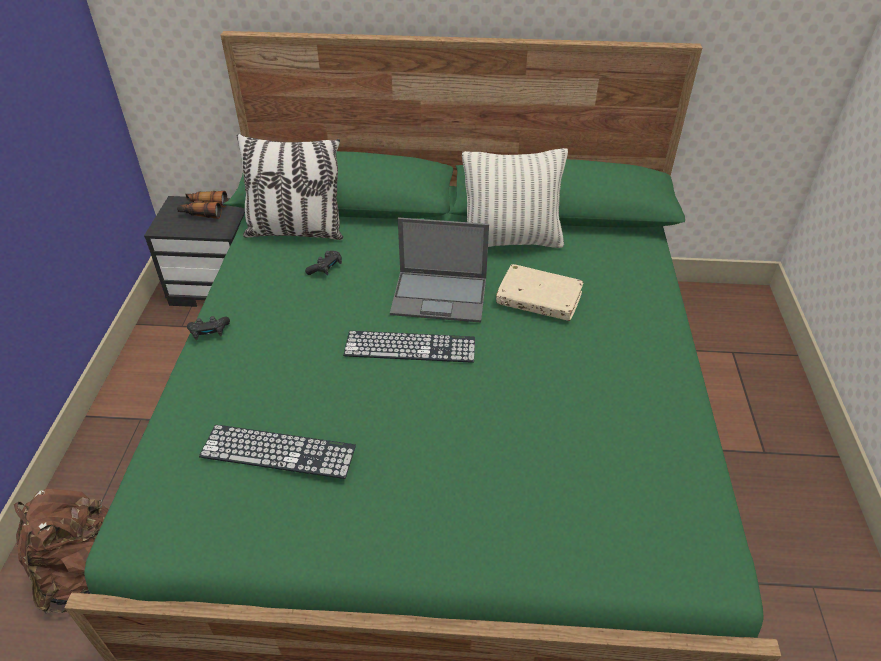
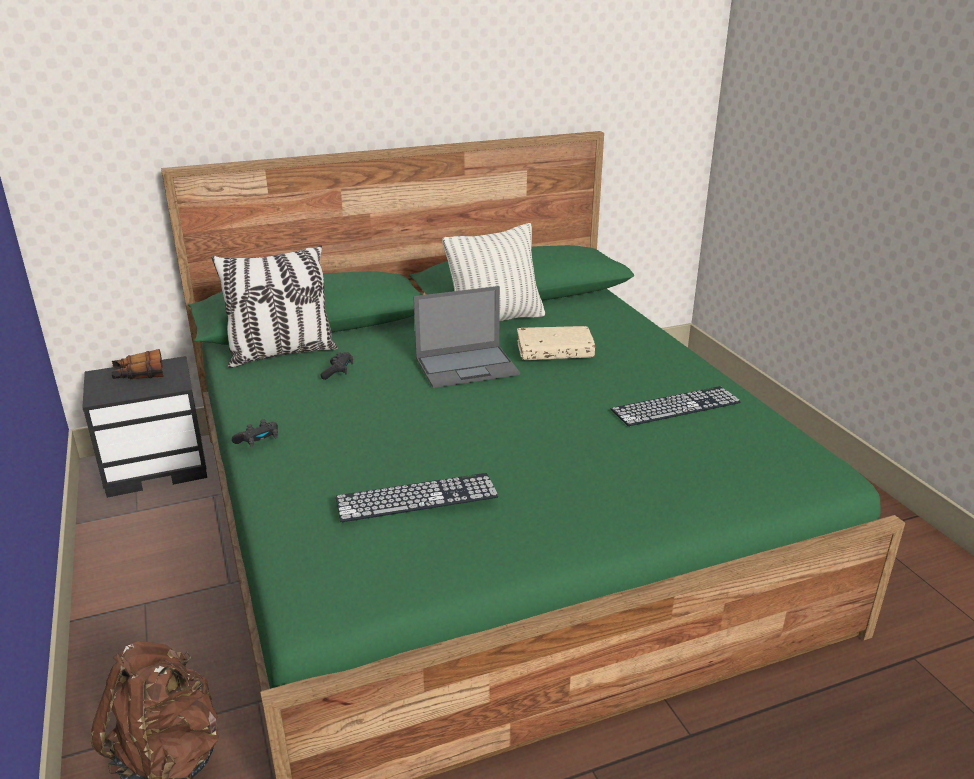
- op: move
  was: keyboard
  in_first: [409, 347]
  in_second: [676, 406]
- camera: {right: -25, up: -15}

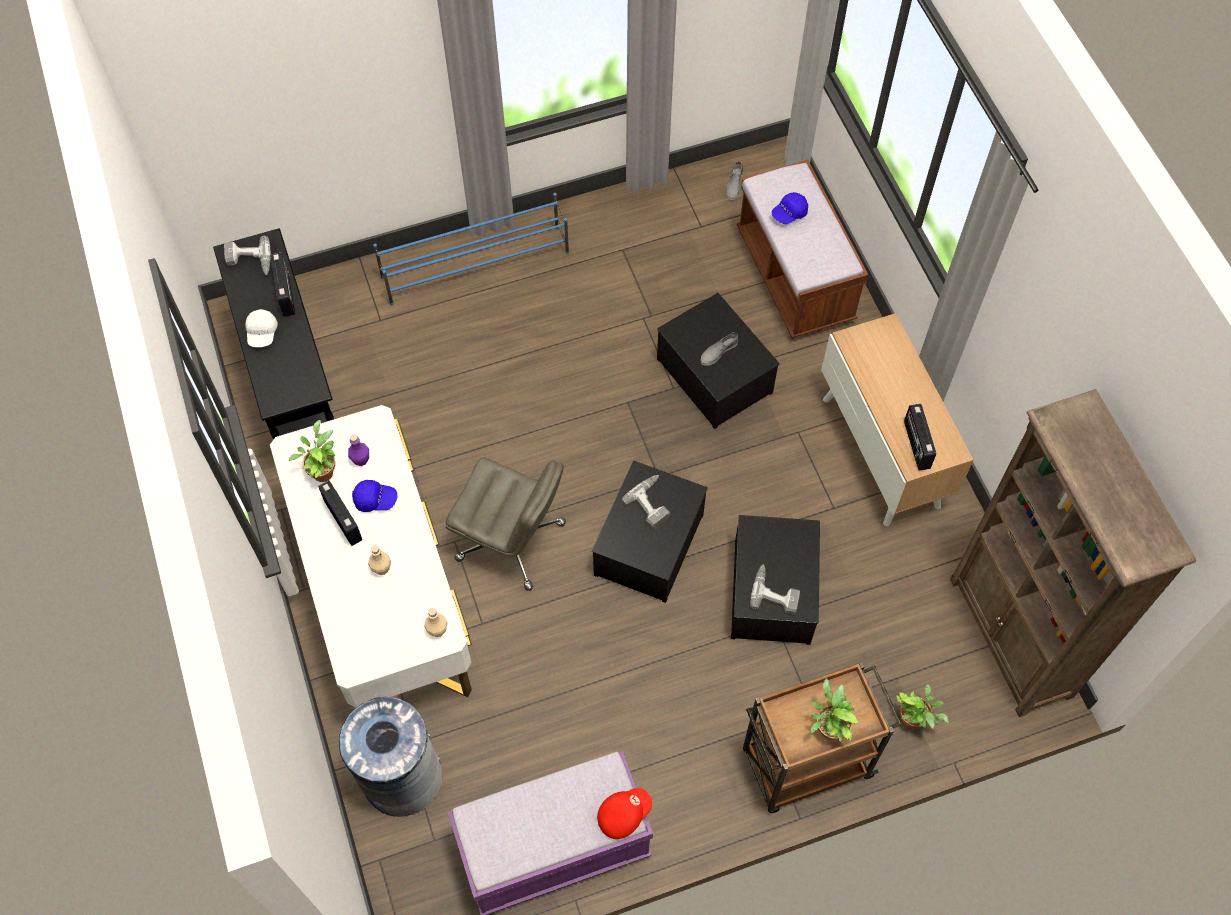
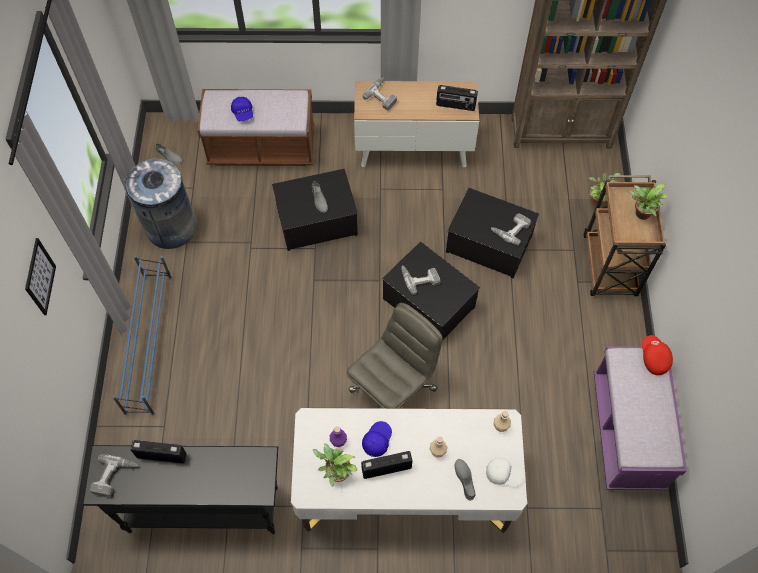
- op: move
  was: white_cap
  in_first: [261, 328]
  in_second: [504, 472]
- op: move
  was: grey_trash_can
  in_first: [390, 756]
  in_second: [160, 204]
- op: insert
  now: picture
  in_second: [40, 276]
- op: insert
  now: power_drill
  in_second: [380, 94]
- op: insert
  now: grey_shoe
  in_second: [465, 480]
- camera: {right: -70, up: 0}

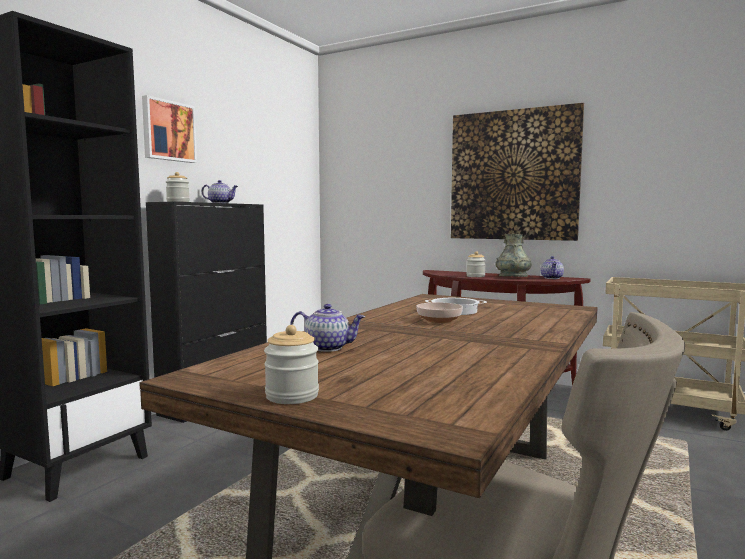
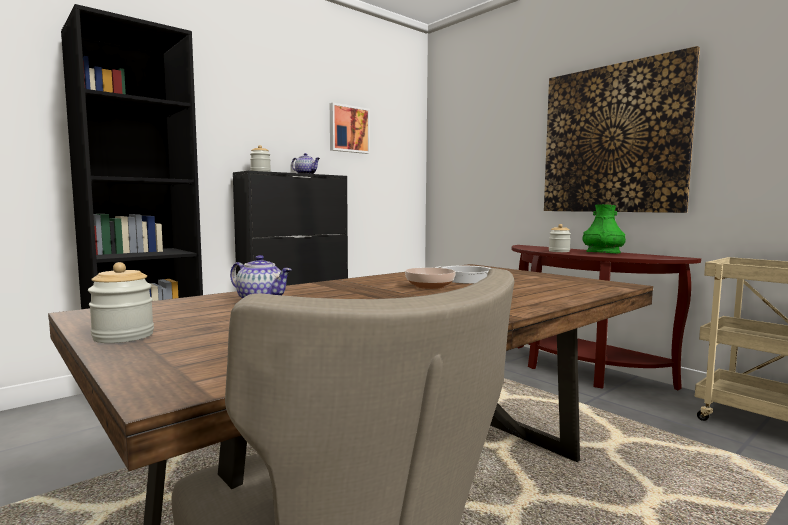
- op: move
  was: picture
  in_first: [169, 129]
  in_second: [350, 128]
- op: recolor
  was: grey_vase
  now: green_vase
  in_first: [513, 255]
  in_second: [604, 228]
- op: delete
  was: teapot
  in_first: [552, 267]
- camera: {right: 20, up: 0}

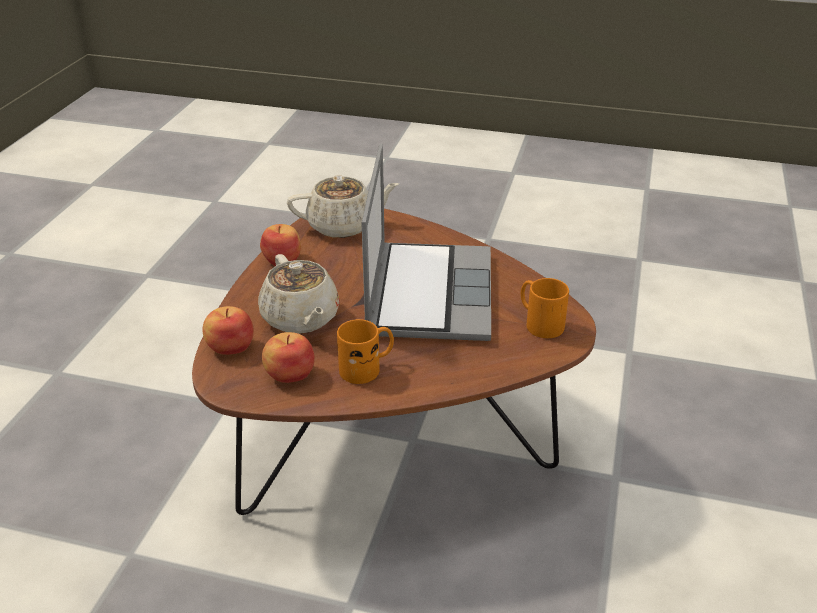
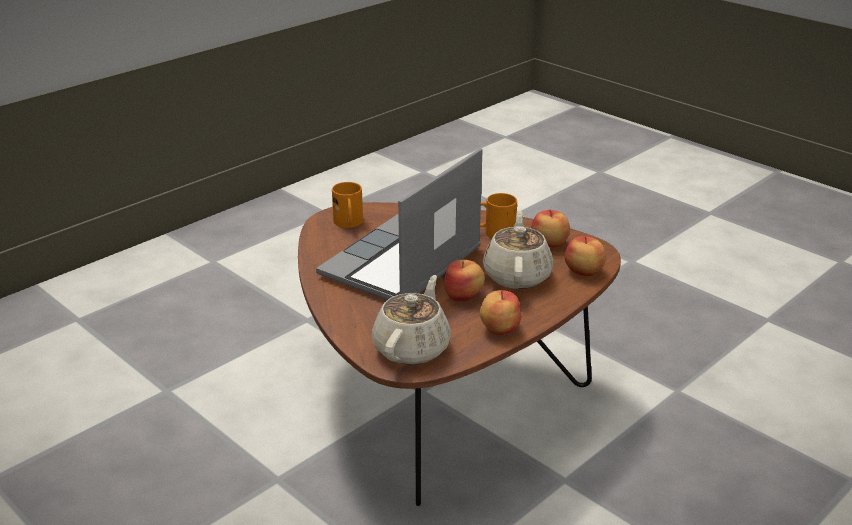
- op: rotate
  was: beige_teapot
  in_first: [343, 206]
  in_second: [411, 320]
  clockwise: 90
- op: insert
  now: apple
  in_second: [464, 281]
- camera: {right: -150, up: -5}

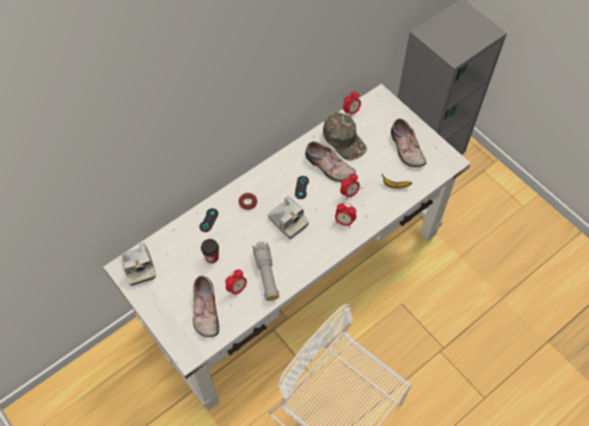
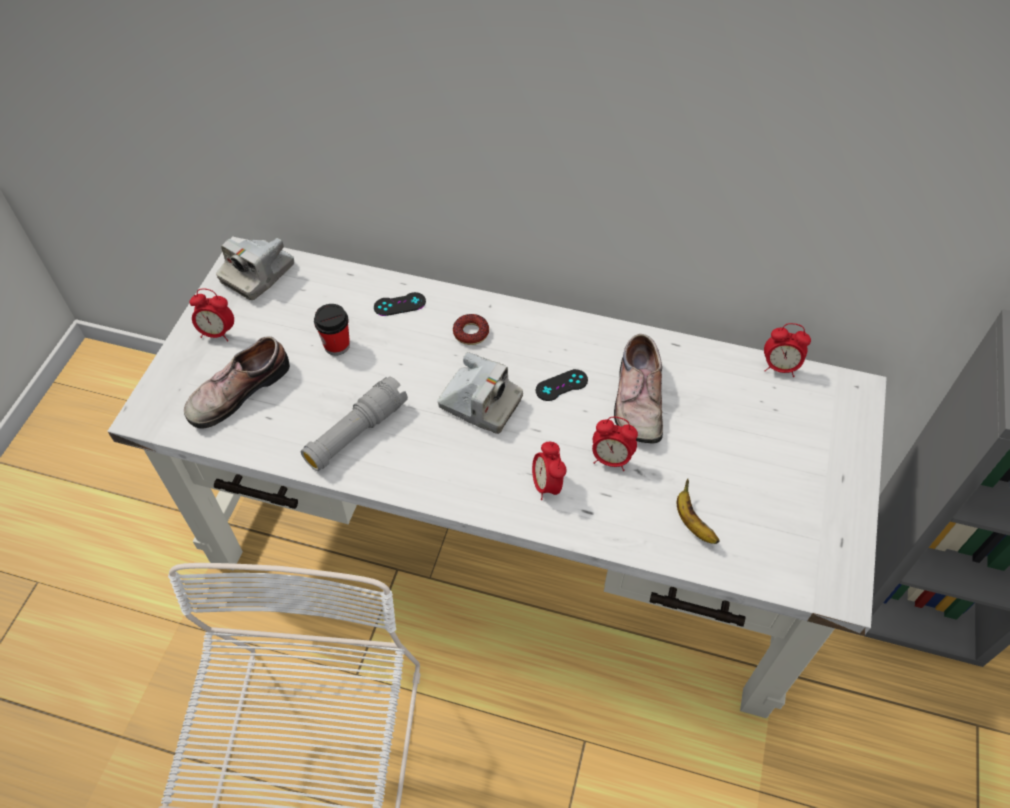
- op: move
  was: alarm_clock
  in_first: [236, 283]
  in_second: [212, 315]
- op: rotate
  was: photo_camera
  in_first: [288, 217]
  in_second: [480, 393]
  clockwise: -75
- op: delete
  was: green_cap
  in_first: [345, 136]
- op: delete
  was: shoe
  in_first: [408, 142]
- camera: {right: 55, up: -5}

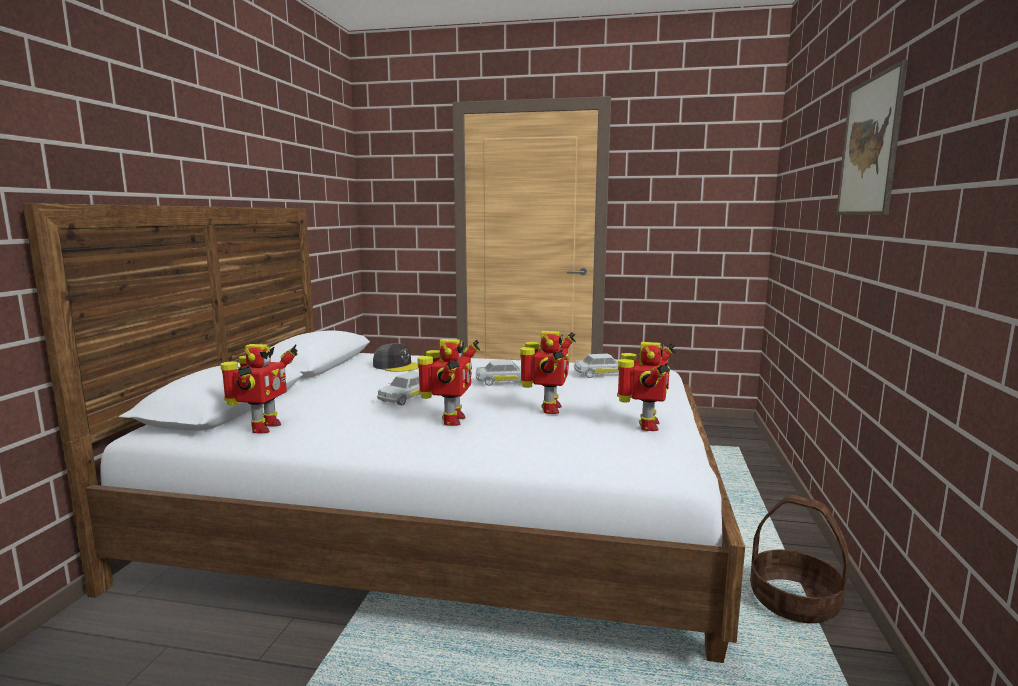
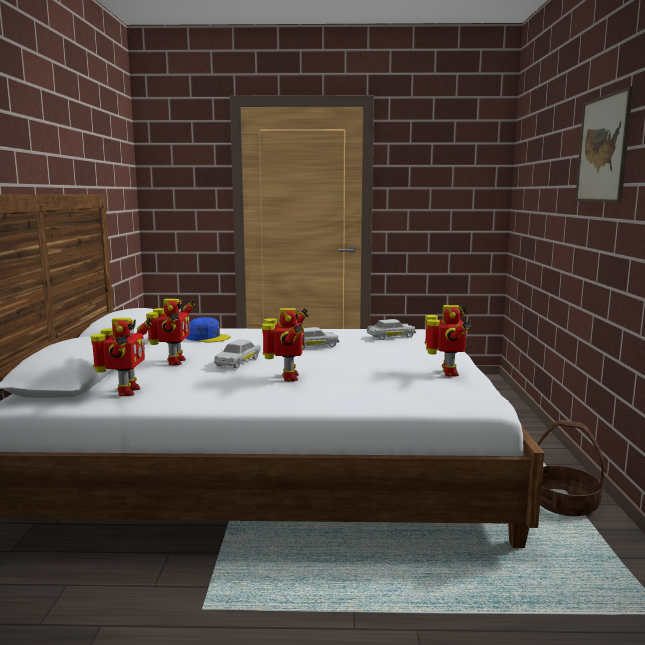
- op: recolor
  was: grey_cap
  now: blue_cap
  in_first: [395, 357]
  in_second: [208, 330]
- op: move
  was: toy_robot
  in_first: [548, 372]
  in_second: [171, 332]
- camera: {right: -10, up: 0}

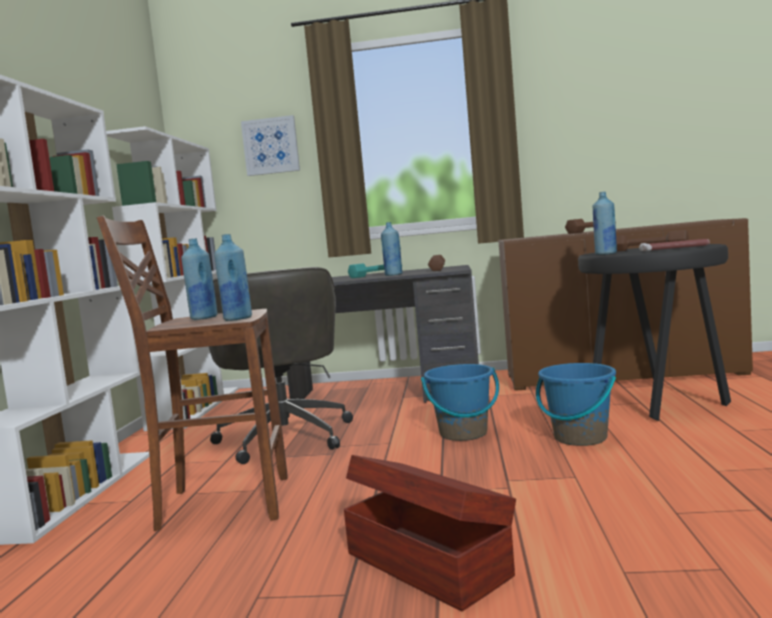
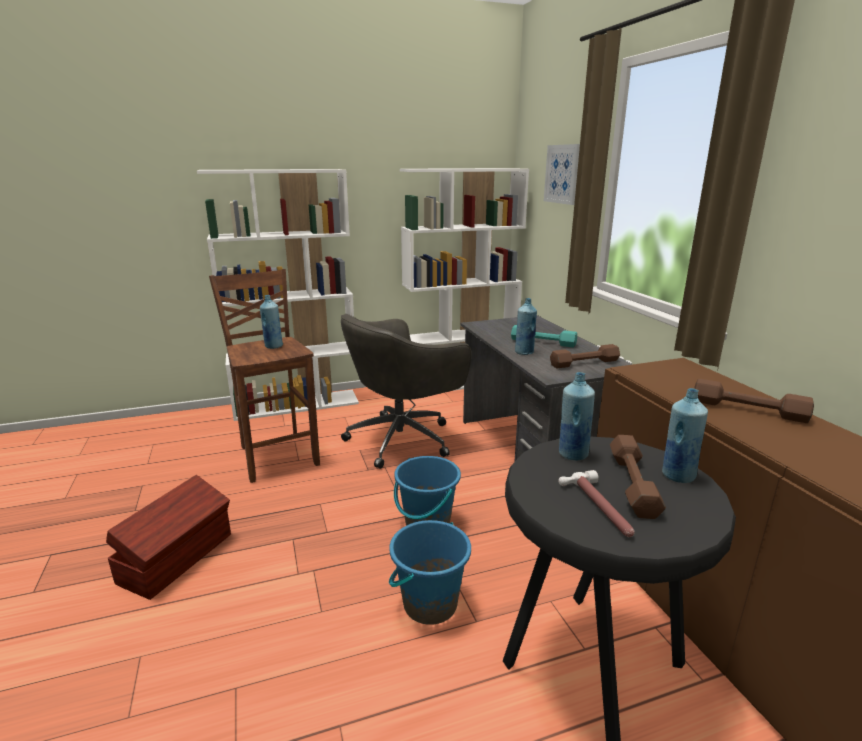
- op: move
  was: blue_bottle
  in_first: [233, 277]
  in_second: [685, 435]
- camera: {right: 65, up: 15}

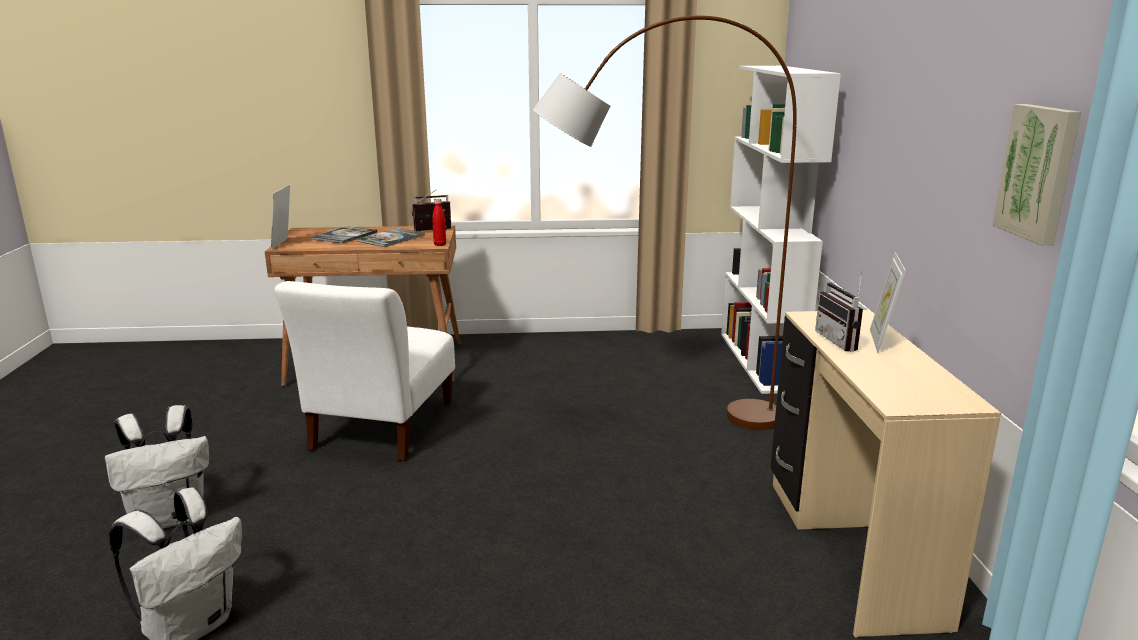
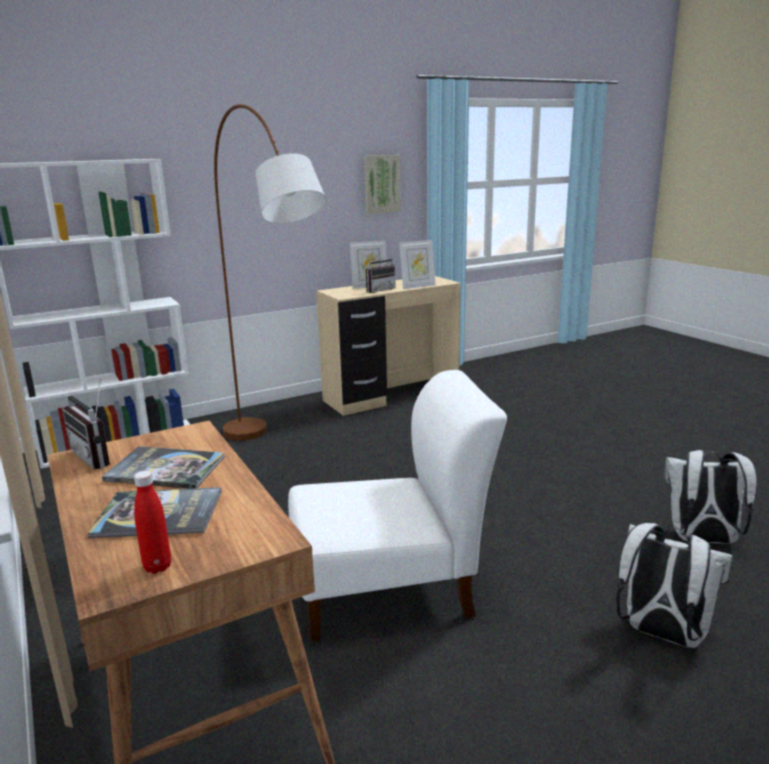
- op: move
  was: picture_frame
  in_first: [280, 217]
  in_second: [417, 264]
- op: move
  was: red_bottle
  in_first: [439, 222]
  in_second: [152, 522]
- camera: {right: -115, up: 0}

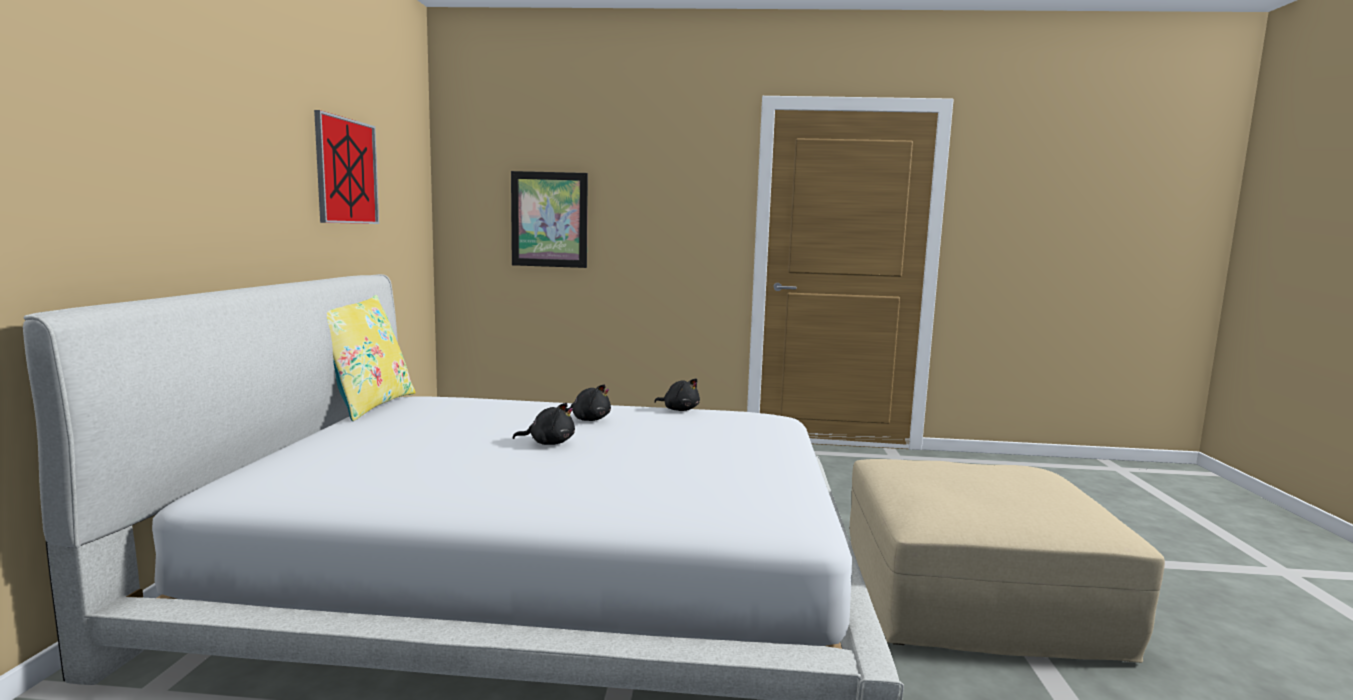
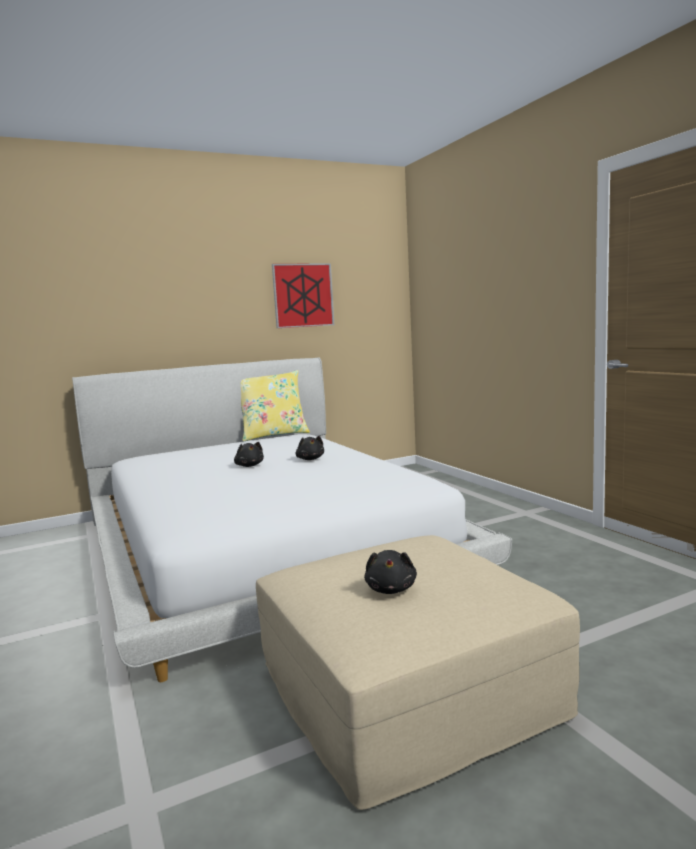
- op: delete
  was: picture
  in_first: [549, 219]
- op: move
  was: black_plush_toy
  in_first: [677, 395]
  in_second: [390, 572]
- camera: {right: 60, up: 0}

